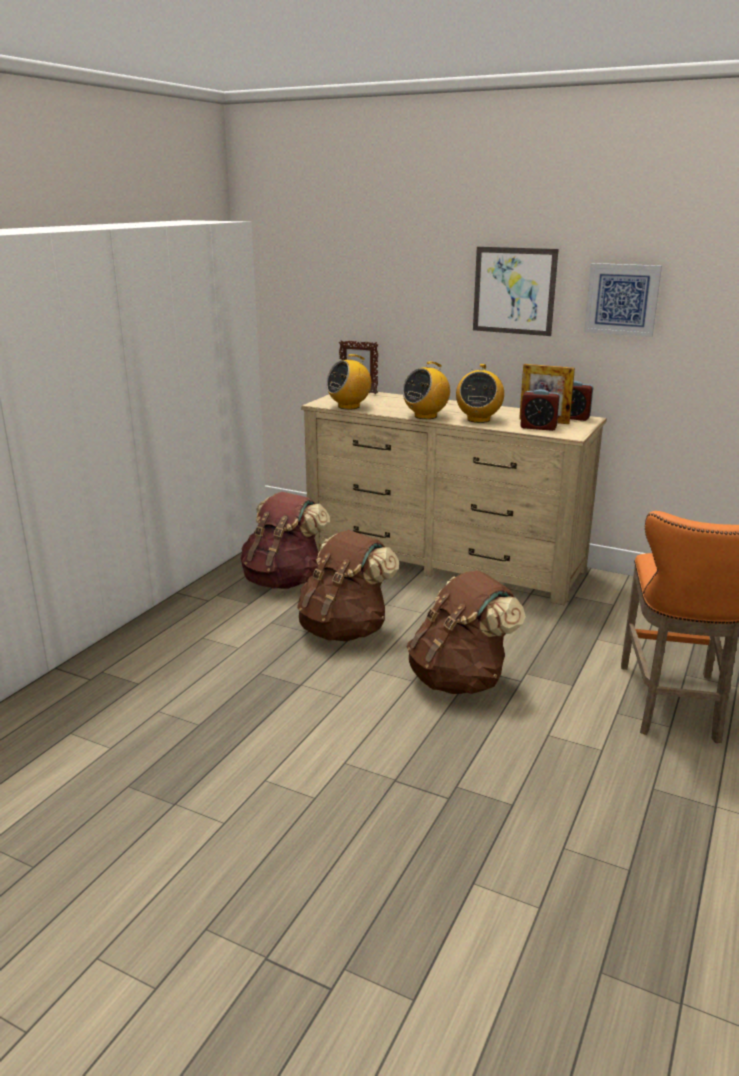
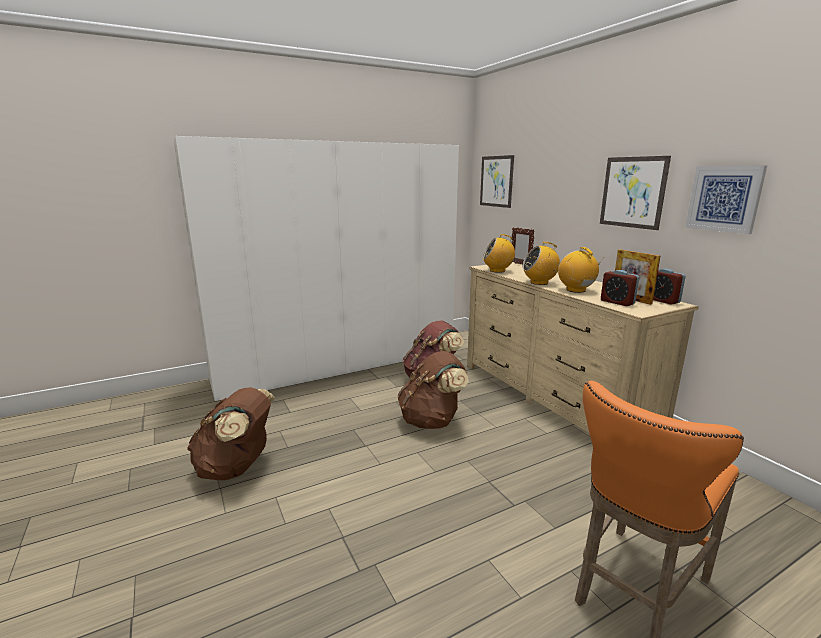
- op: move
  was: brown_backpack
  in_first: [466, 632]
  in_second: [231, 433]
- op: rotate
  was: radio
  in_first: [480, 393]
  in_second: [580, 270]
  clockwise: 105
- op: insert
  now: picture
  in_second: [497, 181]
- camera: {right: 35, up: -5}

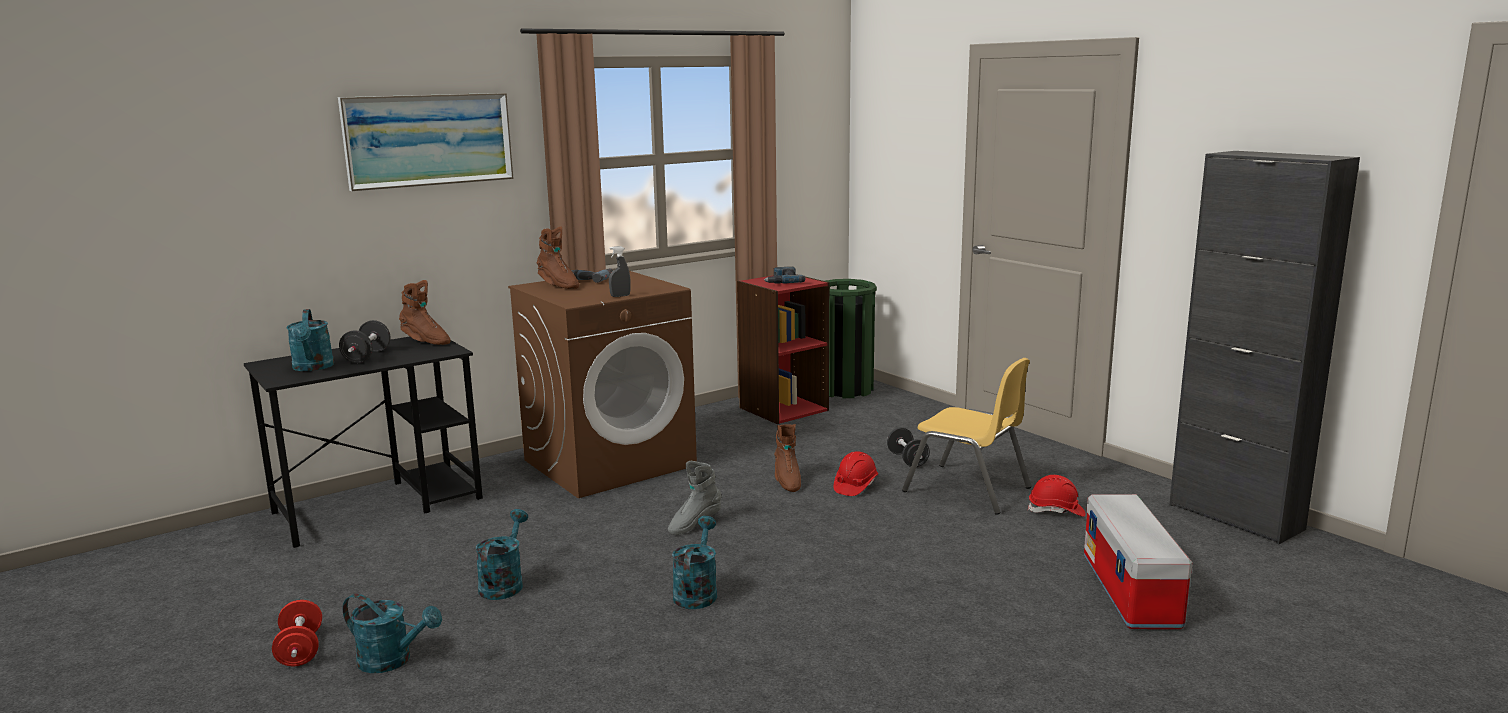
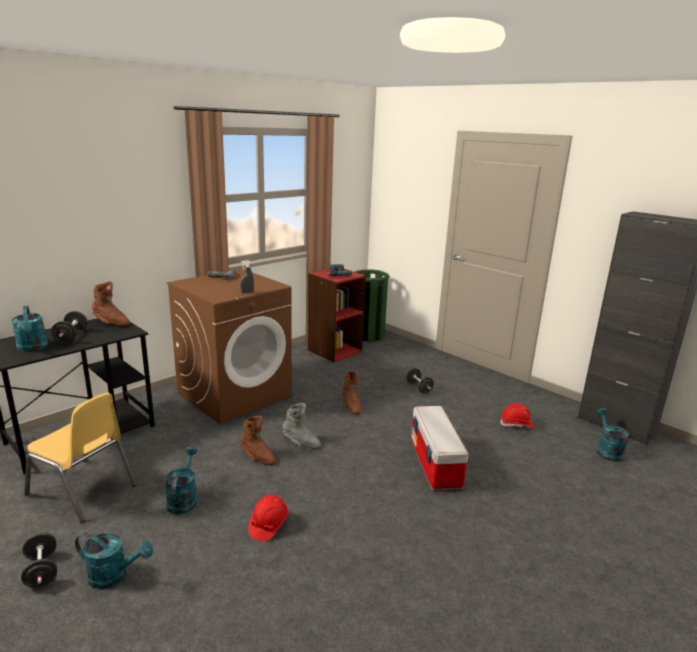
- op: recolor
  was: red_dumbbell
  now: black_dumbbell
  in_first: [297, 633]
  in_second: [39, 560]
- op: delete
  was: picture
  in_first: [426, 142]
- op: move
  was: brown_boot
  in_first: [558, 258]
  in_second: [258, 440]
- op: rotate
  was: grey_boot
  in_first: [695, 498]
  in_second: [302, 425]
  clockwise: -105
- op: move
  was: turquoise_watering_can
  in_first: [694, 562]
  in_second: [613, 435]
- op: move
  was: red_hard_hat
  in_first: [856, 473]
  in_second: [268, 518]
- op: move
  was: yellow_chair
  in_first: [966, 436]
  in_second: [80, 457]
- op: move
  was: storage_box
  in_first: [1138, 561]
  in_second: [440, 448]
- camera: {right: -10, up: 5}

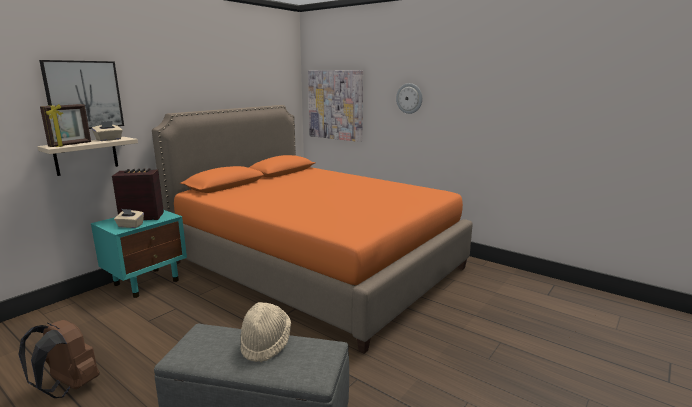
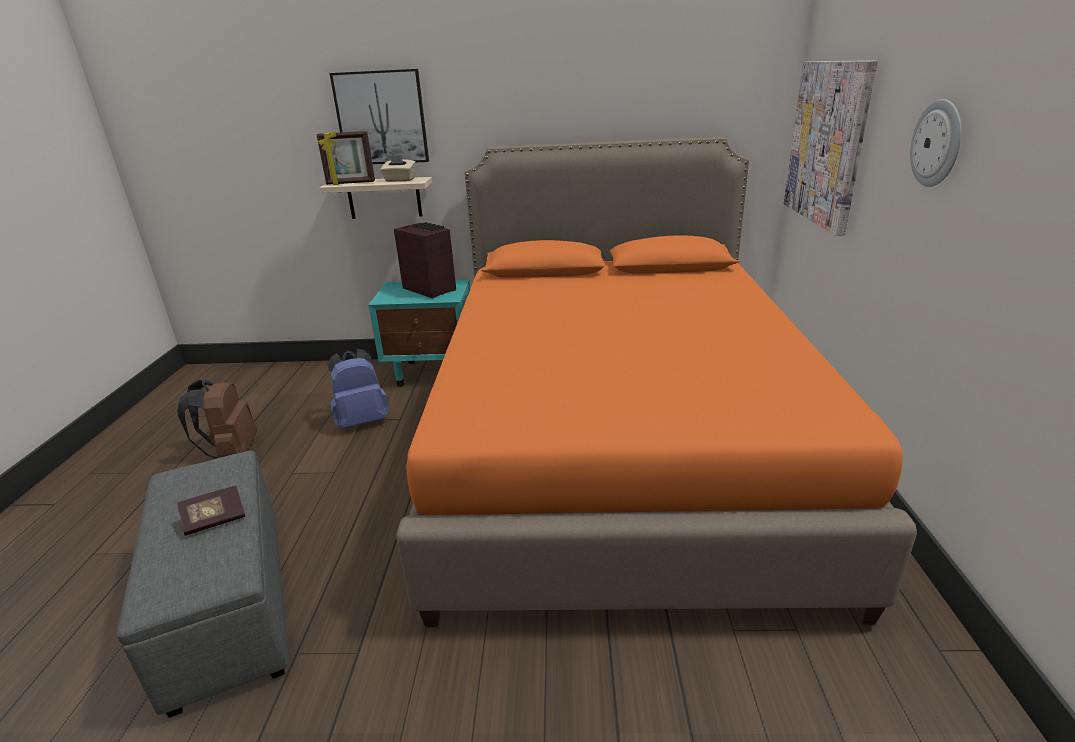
- op: delete
  was: beige_tissue_box
  in_first: [129, 218]
- op: replace
  was: beige_hat
  now: book
  in_first: [266, 332]
  in_second: [211, 511]
- op: insert
  now: blue_backpack
  in_second: [358, 389]
- camera: {right: 55, up: 10}

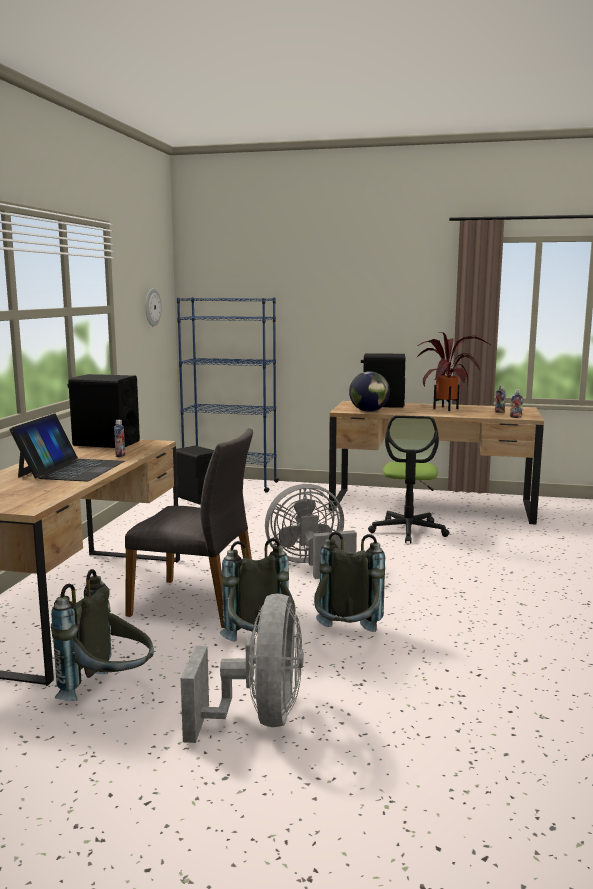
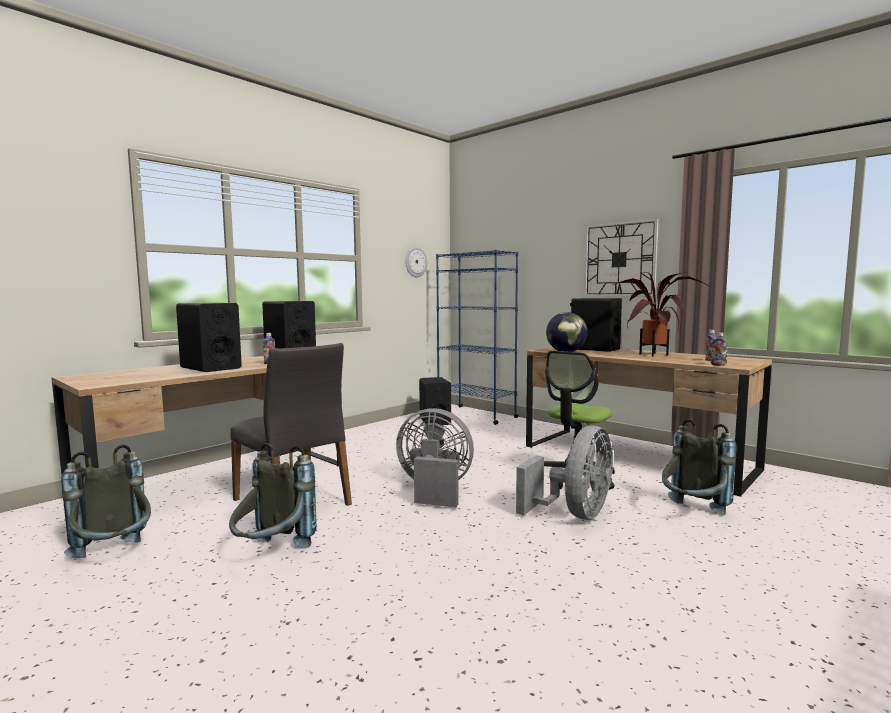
- op: replace
  was: laptop
  now: black_speaker
  in_first: [67, 447]
  in_second: [209, 337]
- op: move
  was: grey_fan
  in_first: [242, 668]
  in_second: [564, 473]
- op: move
  was: grey_backpack
  in_first: [349, 581]
  in_second: [699, 467]
- op: insert
  now: wall_clock
  in_second: [621, 257]
- camera: {right: 30, up: -5}

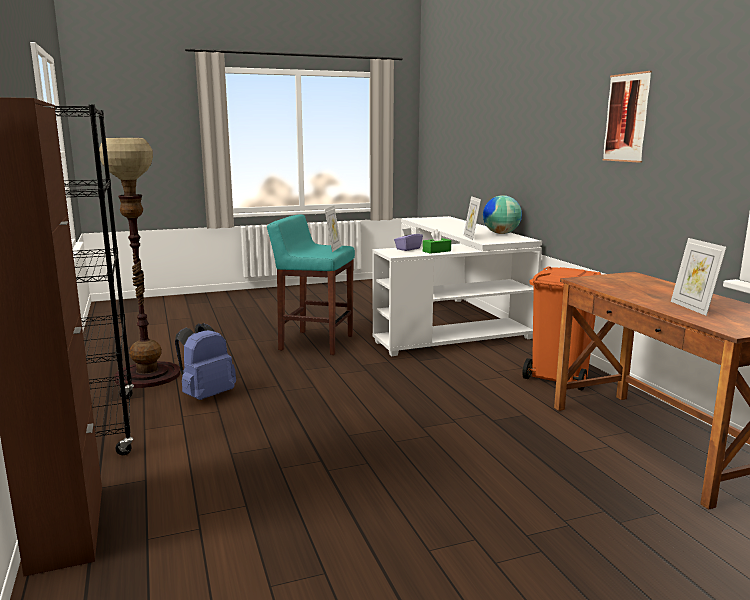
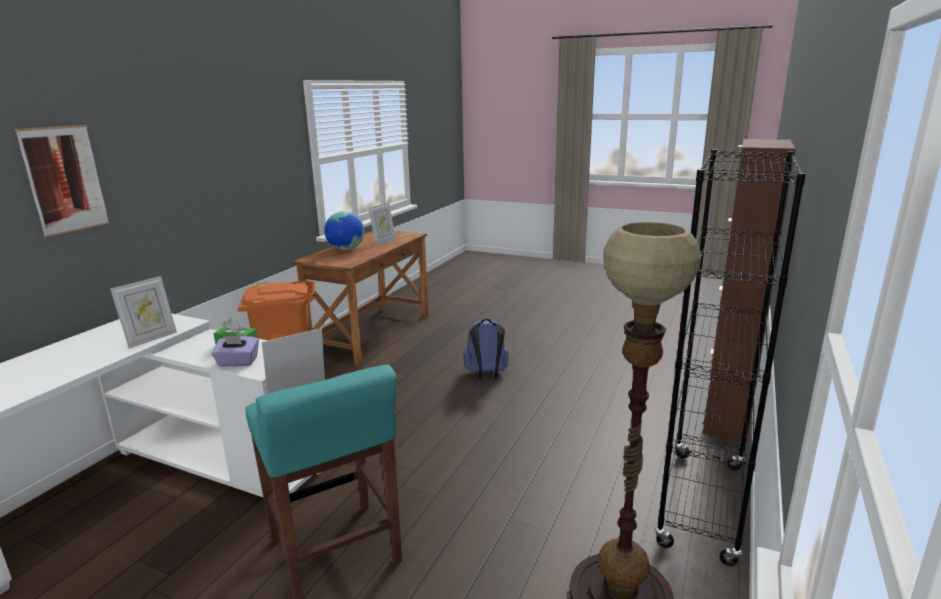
- op: move
  was: blue_backpack
  in_first: [205, 361]
  in_second: [486, 349]
- op: move
  was: globe
  in_first: [502, 214]
  in_second: [344, 230]
- op: move
  was: picture
  in_first: [627, 117]
  in_second: [62, 181]
- camera: {right: -135, up: 5}

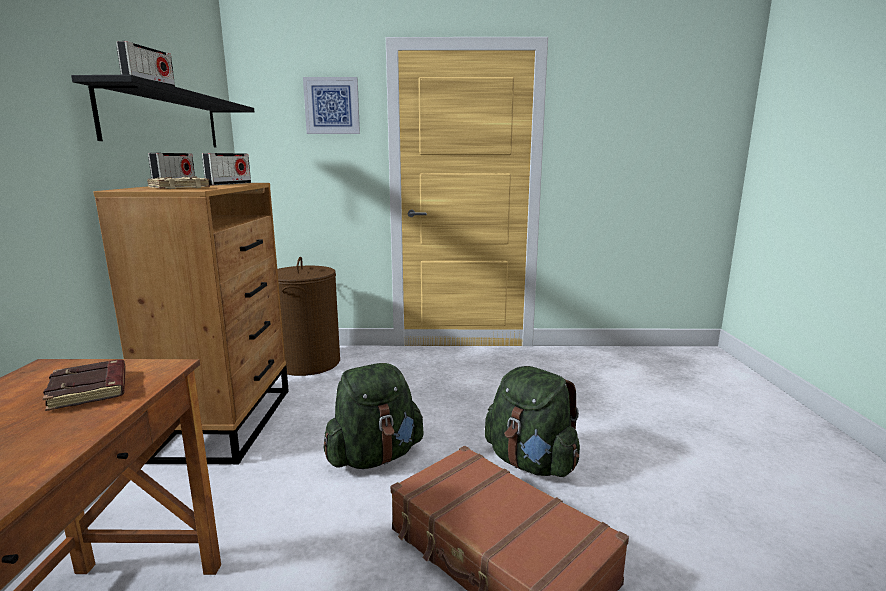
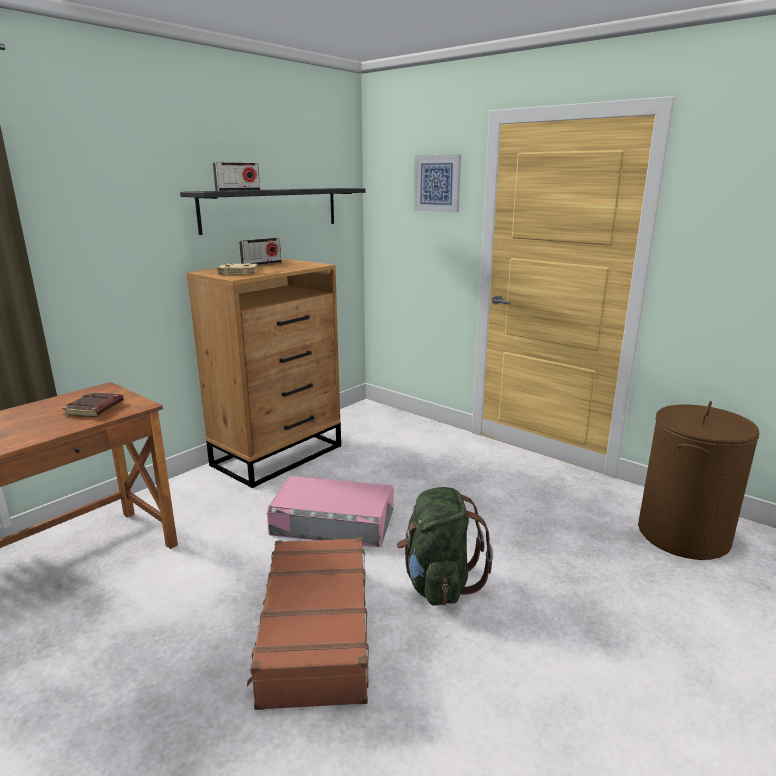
- op: delete
  was: radio
  in_first: [226, 169]
- op: move
  was: brown_laundry_basket
  in_first: [308, 316]
  in_second: [698, 480]
- op: replace
  was: green_backpack
  now: pink_storage_box
  in_first: [374, 416]
  in_second: [330, 511]
- camera: {right: 40, up: 5}

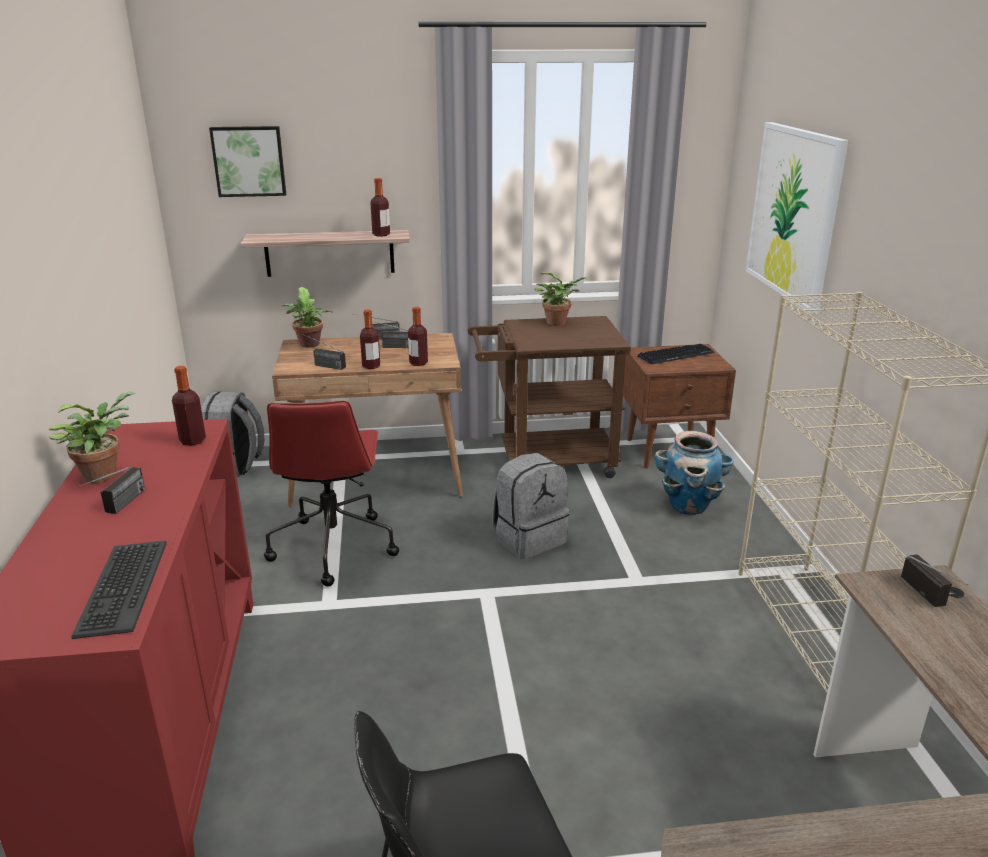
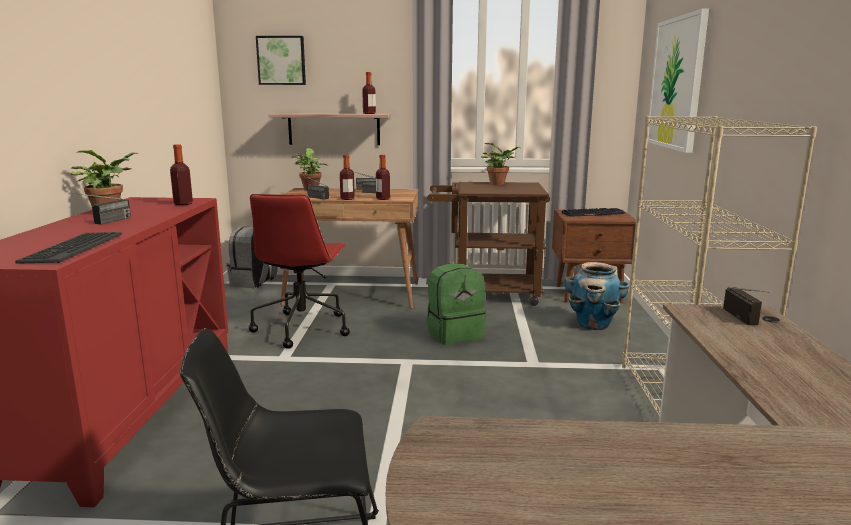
- op: recolor
  was: grey_backpack
  now: green_backpack
  in_first: [530, 506]
  in_second: [456, 304]
- camera: {right: 10, up: -10}

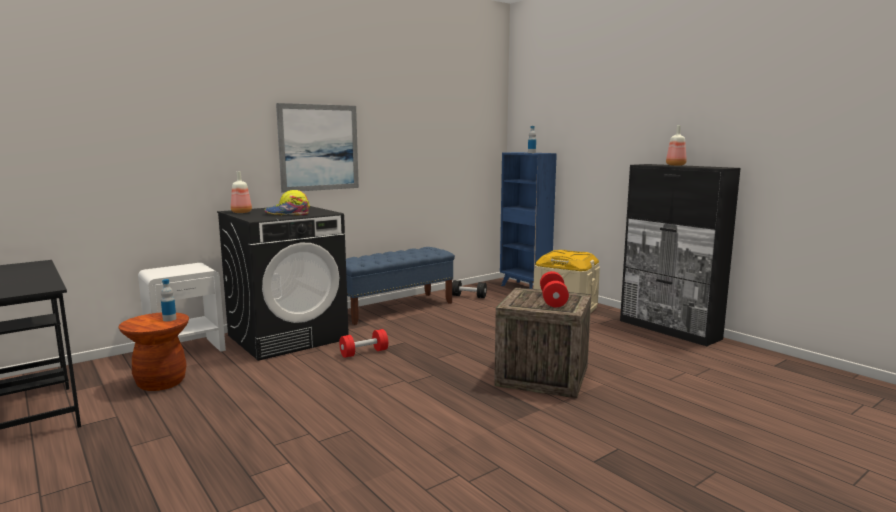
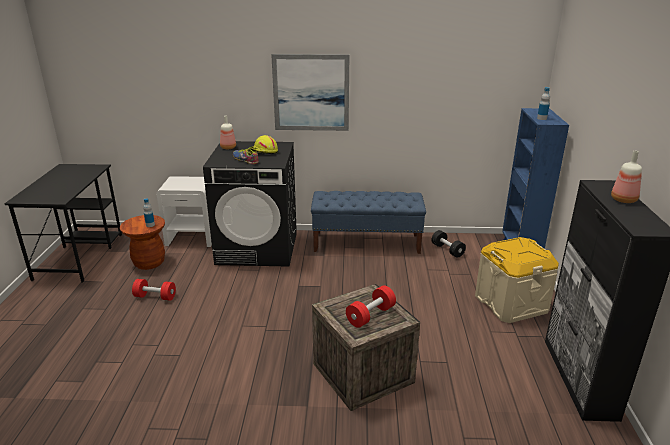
- op: move
  was: red_dumbbell
  in_first: [363, 343]
  in_second: [154, 290]
- camera: {right: 40, up: 15}

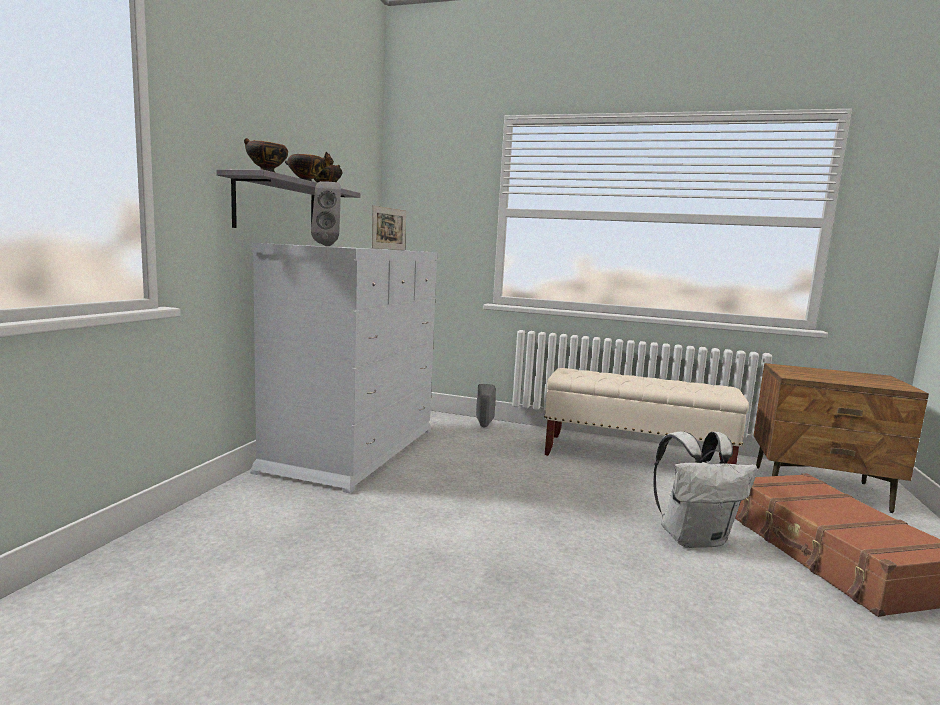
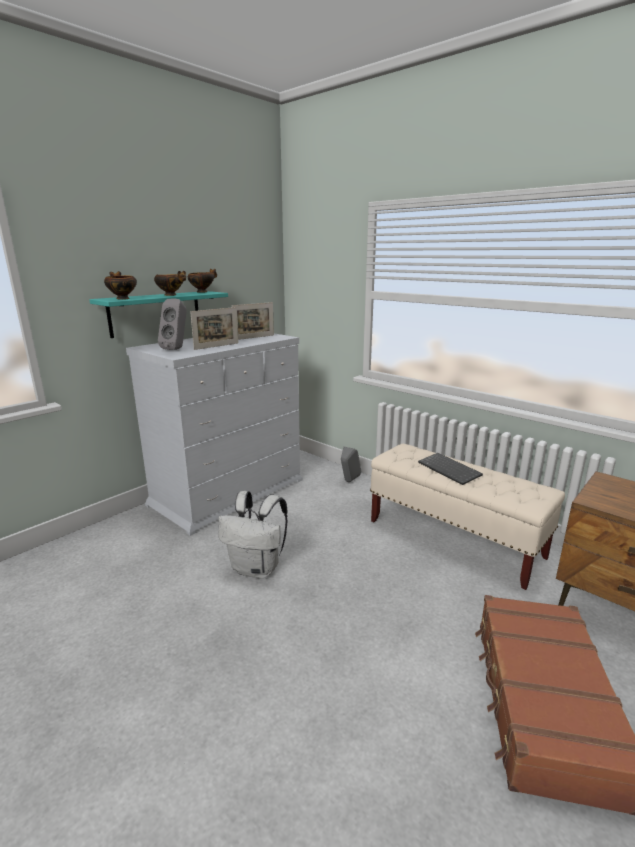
- op: recolor
  was: grey_shelf
  now: turquoise_shelf
  in_first: [288, 198]
  in_second: [158, 314]
- op: move
  was: white_backpack
  in_first: [705, 490]
  in_second: [253, 535]
- op: insert
  now: picture_frame
  in_second: [214, 328]
- op: insert
  now: keyboard
  in_second: [450, 469]
- camera: {right: 25, up: 10}

